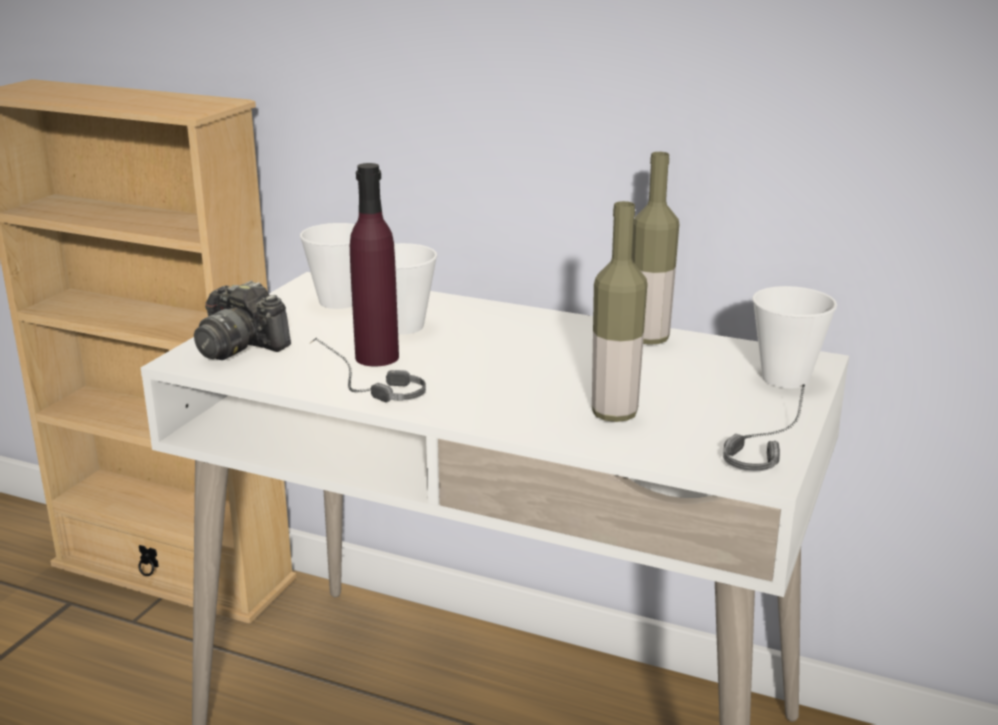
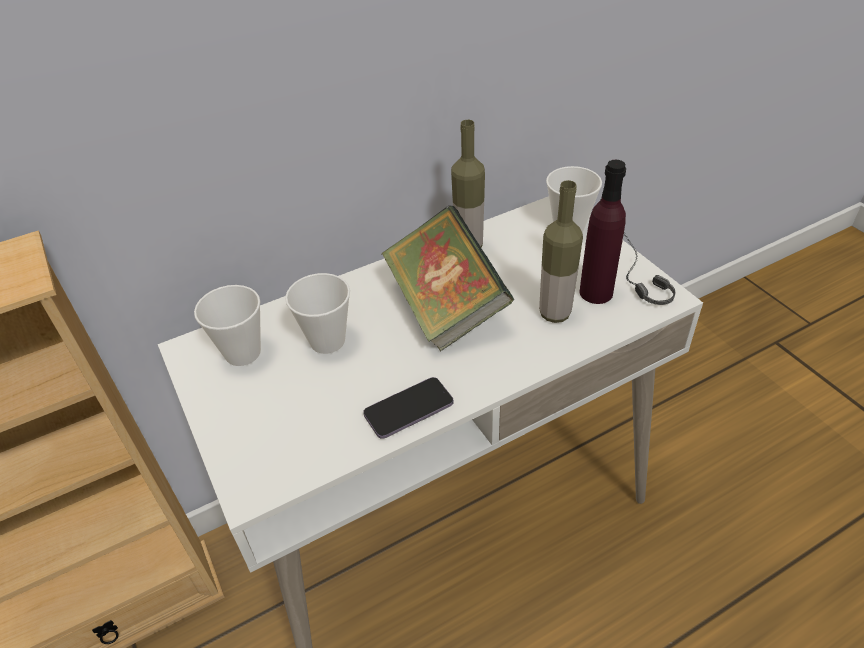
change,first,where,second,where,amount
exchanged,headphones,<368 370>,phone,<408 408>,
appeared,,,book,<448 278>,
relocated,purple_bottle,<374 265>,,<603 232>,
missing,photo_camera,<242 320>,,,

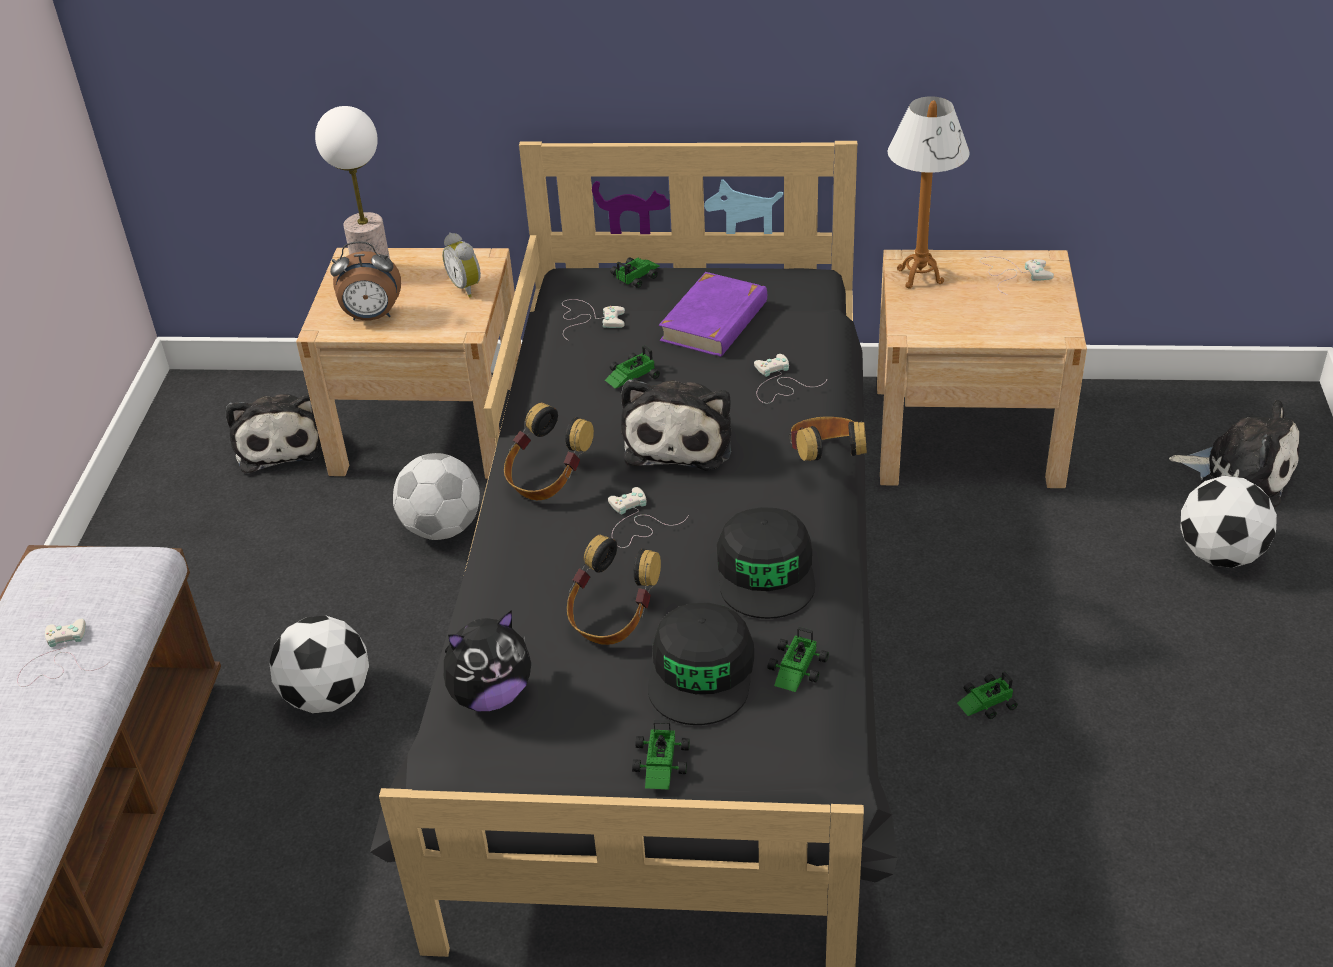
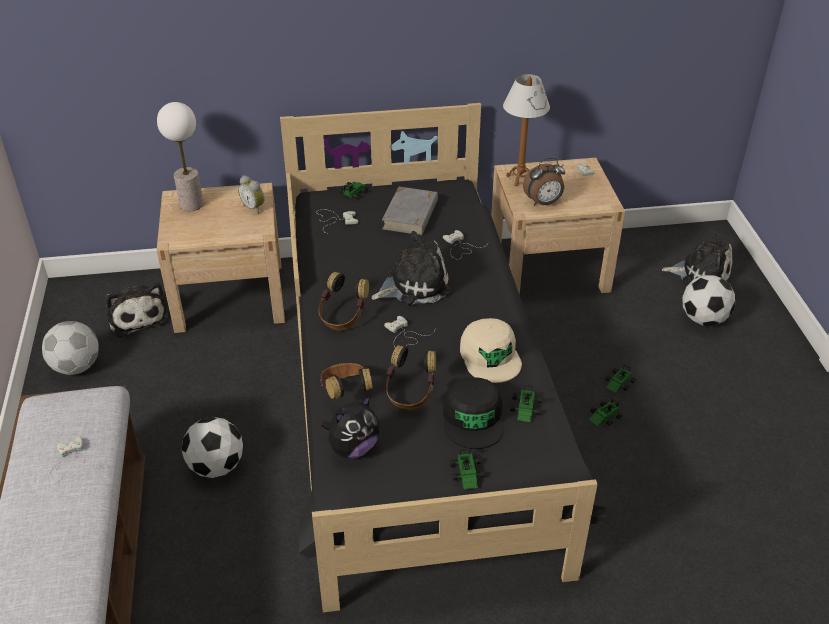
change,first,where,second,where,amount
relocated,football,<436 496>,,<70 348>,
relocated,headphones,<828 439>,,<346 381>,
spun,plush_toy,<676 424>,,<411 268>,105 degrees counterclockwise
colour,purple_book,<713 314>,grey_book,<410 211>,
colour,black_cap,<766 563>,beige_cap,<491 350>,
relocated,alarm_clock,<365 281>,,<544 181>,
relocated,toy_car,<632 367>,,<620 378>,

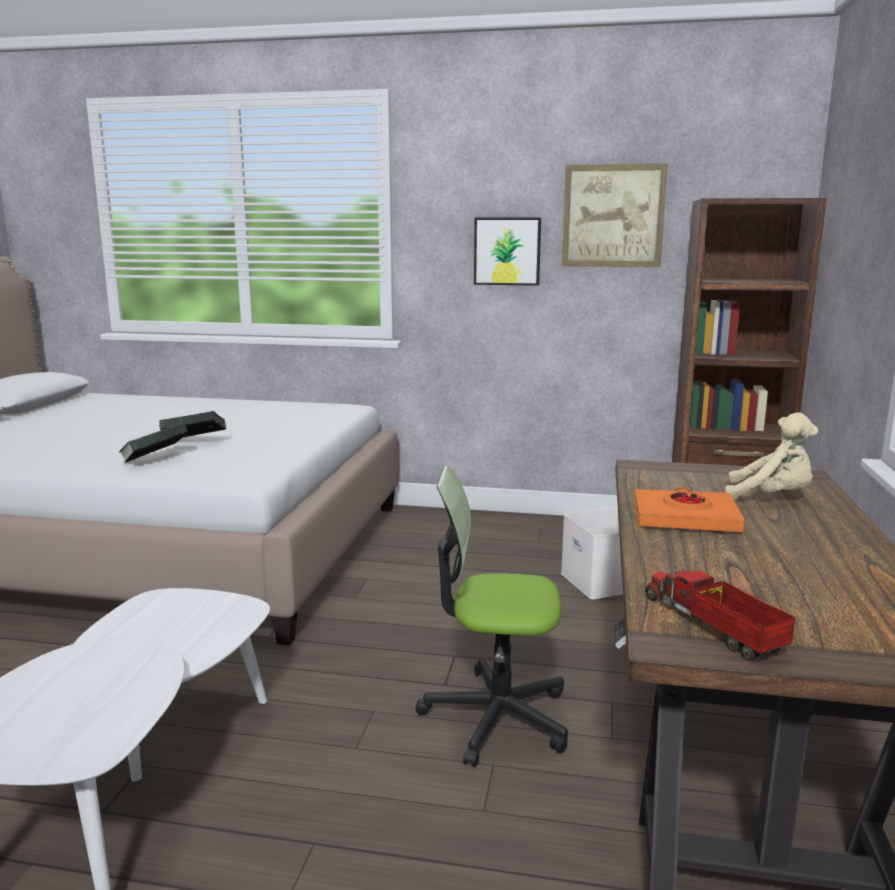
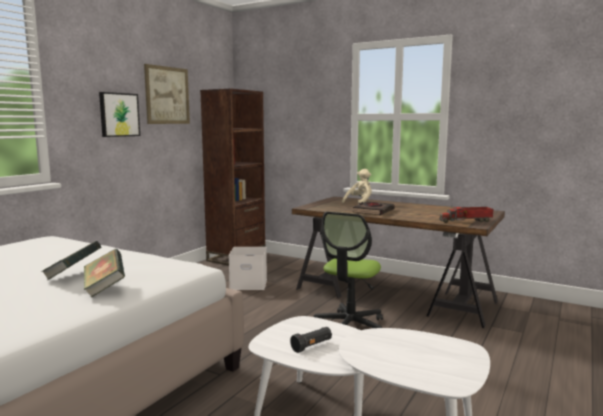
change,first,where,second,where,amount
appeared,,,black_flashlight,<311 340>,
colour,orange_book,<689 509>,black_book,<374 208>,

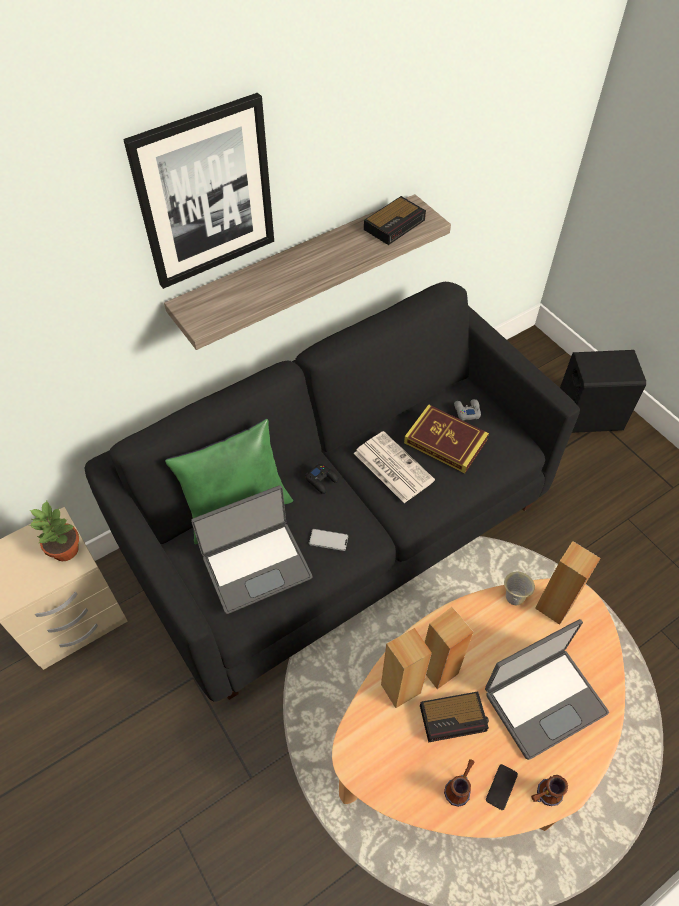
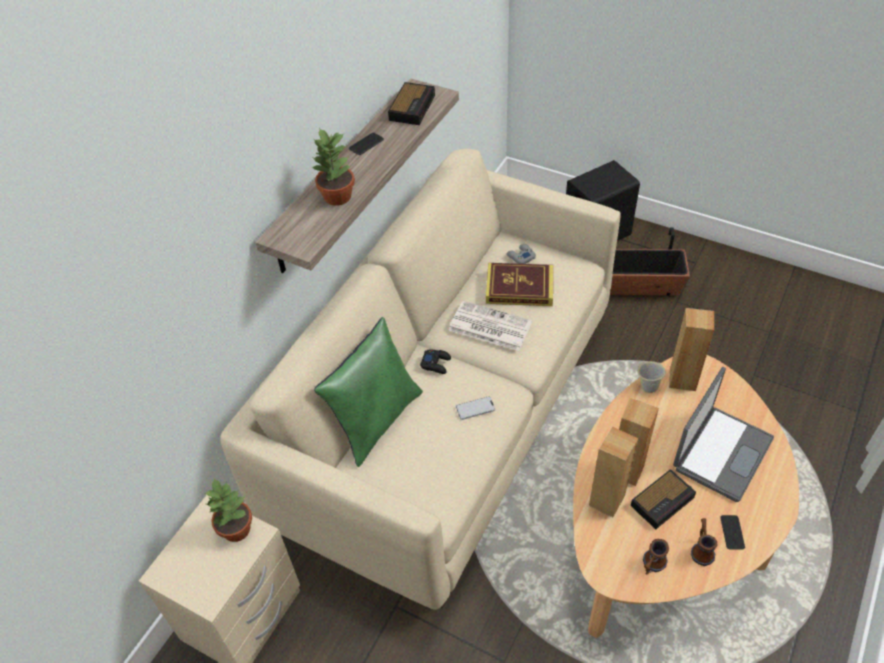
change,first,where,second,where,amount
colour,black_sofa,<332 492>,beige_sofa,<420 379>,
appeared,,,potted_plant,<333 167>,
appeared,,,phone,<366 144>,
appeared,,,planter,<650 262>,
relocated,mug,<549 790>,,<656 556>,
missing,picture,<198 191>,,,
missing,laptop,<251 549>,,,

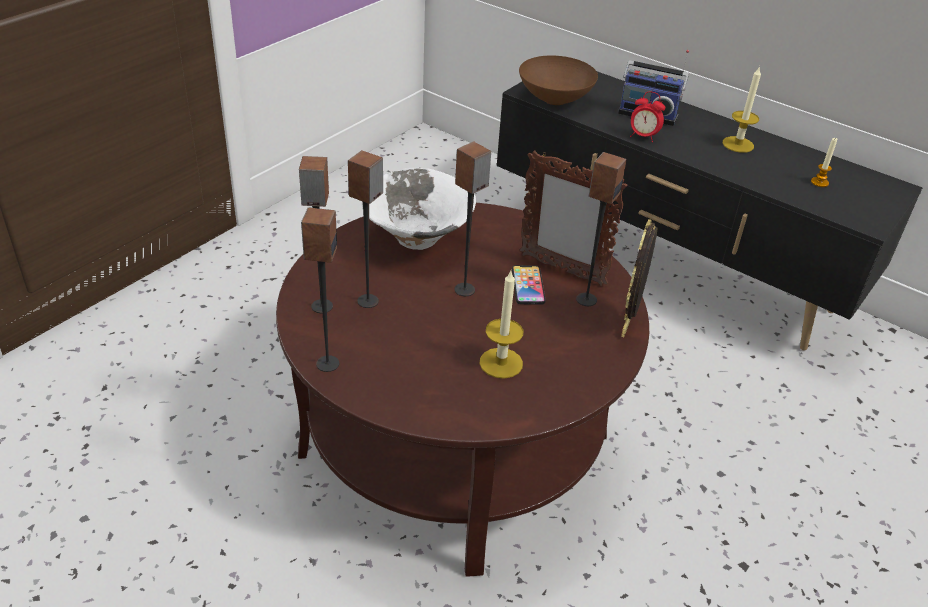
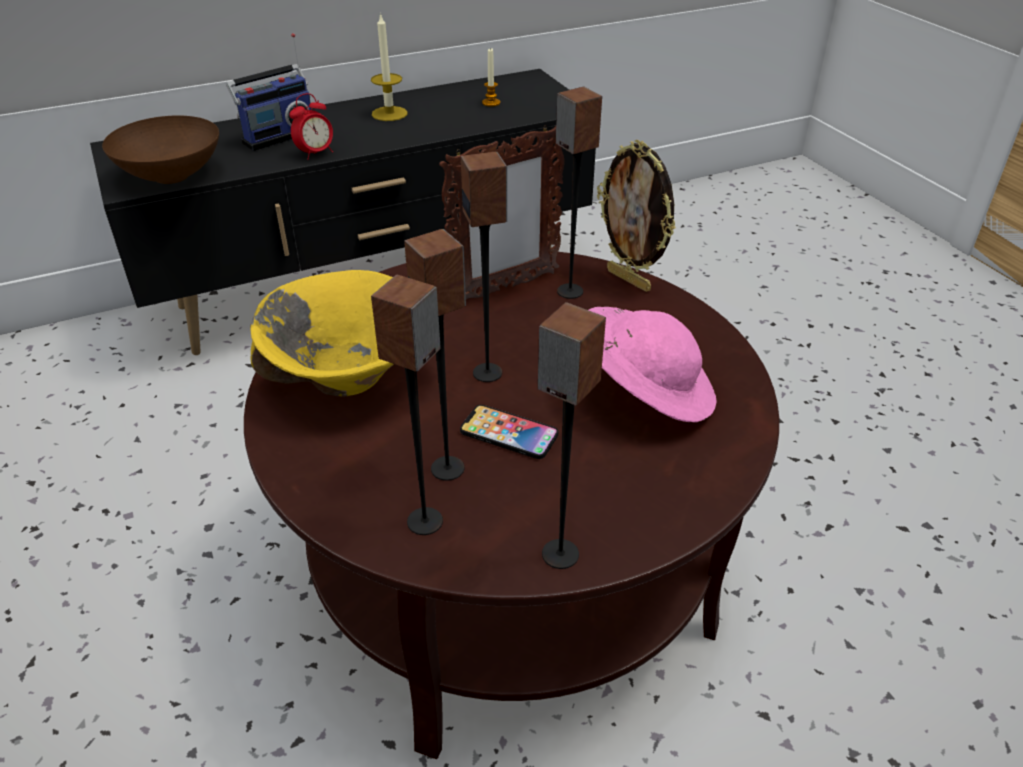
change,first,where,second,where,amount
colour,white_bowl,<419 209>,yellow_bowl,<322 333>,
relocated,phone,<529 285>,,<509 432>,
exchanged,candle,<501 325>,pink_hat,<653 364>,

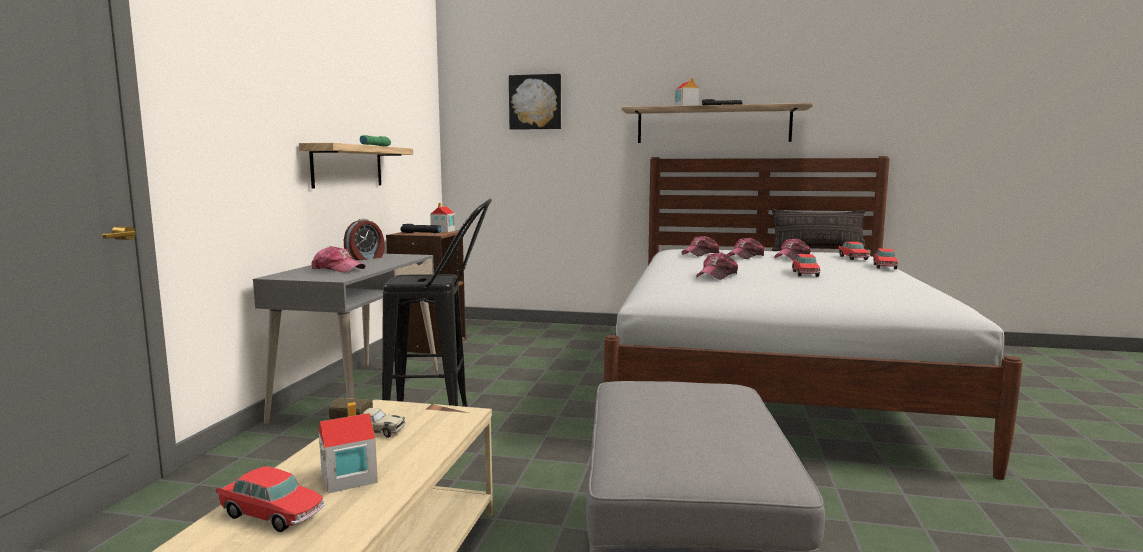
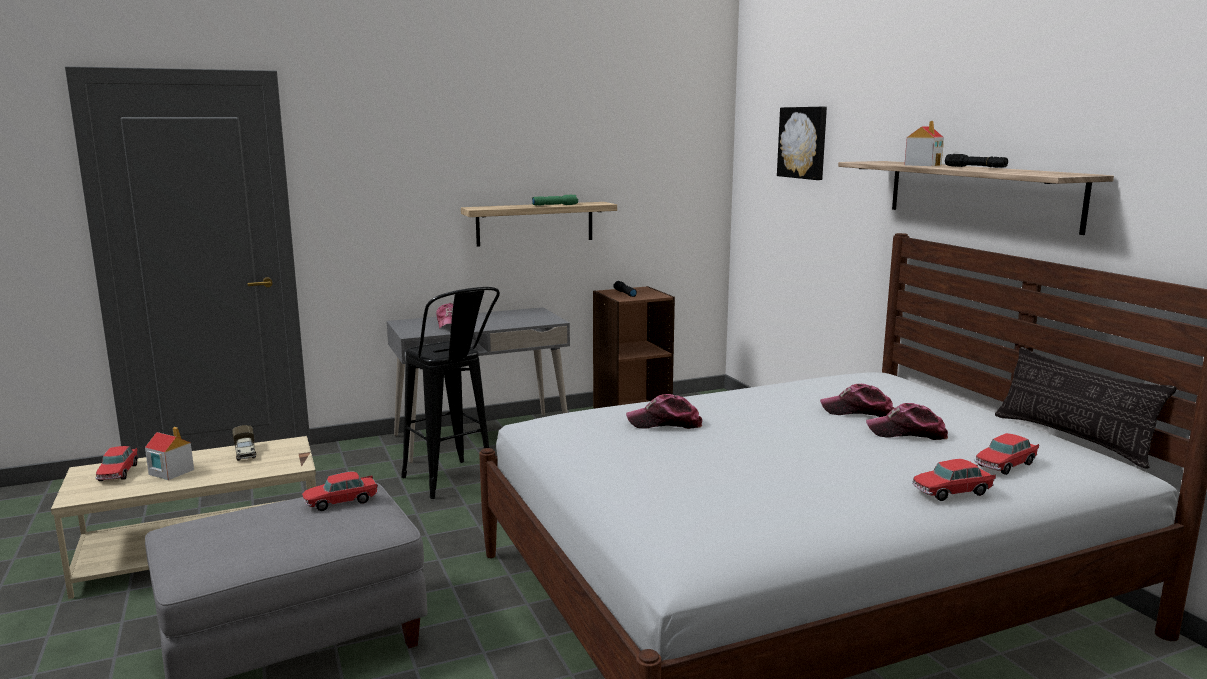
change,first,where,second,where,amount
relocated,toy_car,<806 265>,,<340 491>,
missing,alarm_clock,<364 239>,,,
missing,toy_house,<442 217>,,,
missing,cap,<700 246>,,,

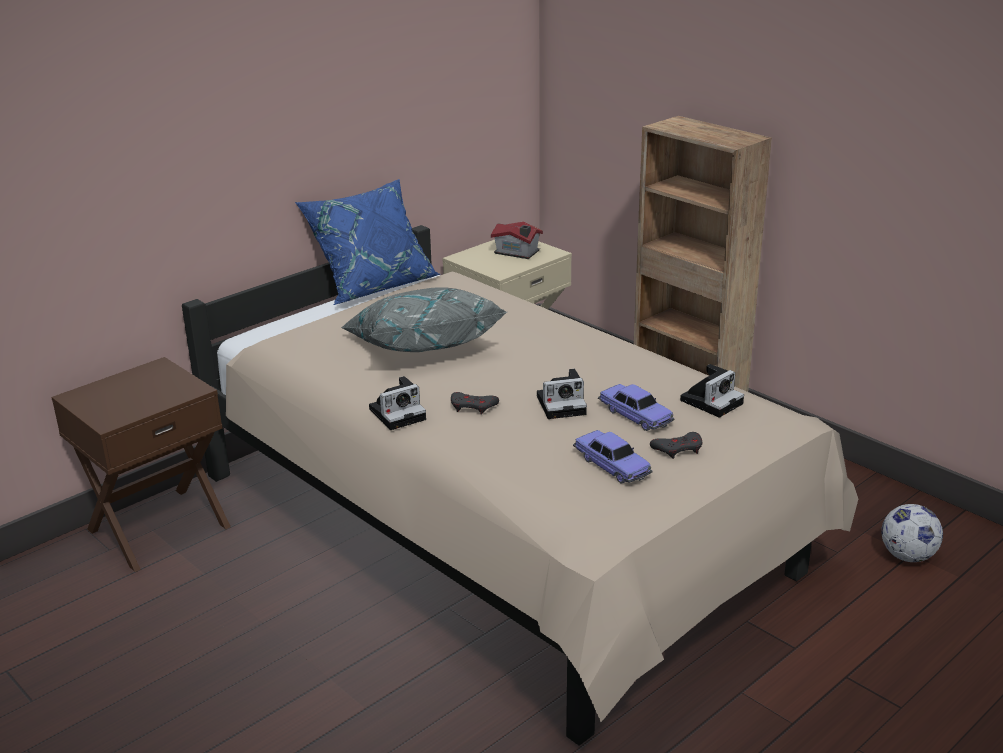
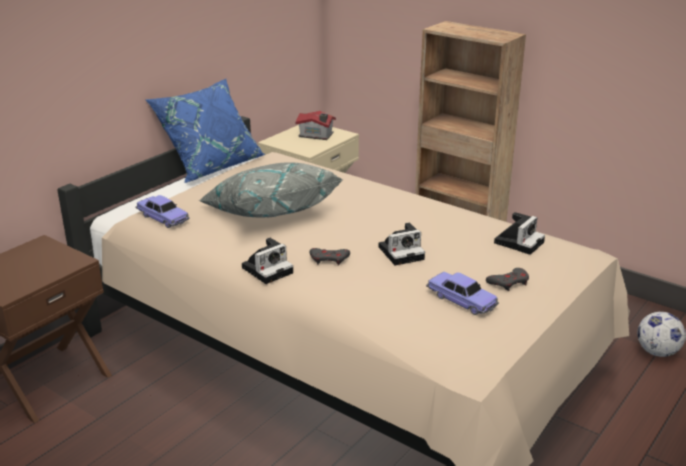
change,first,where,second,where,amount
relocated,toy_car,<636 407>,,<162 211>,

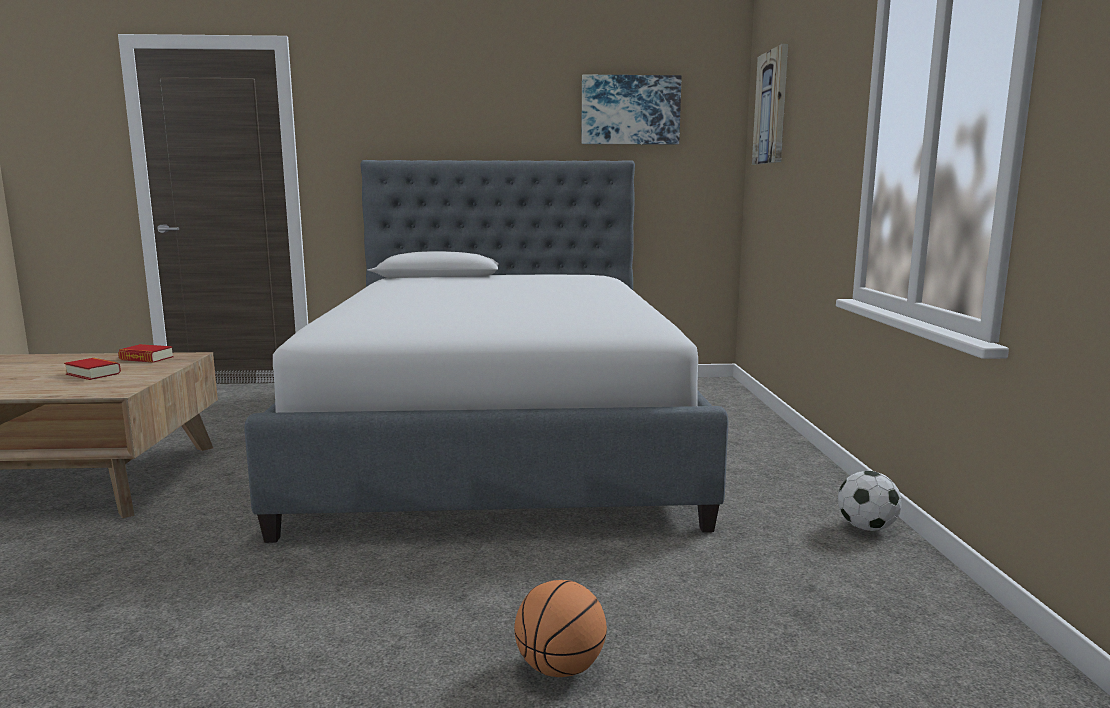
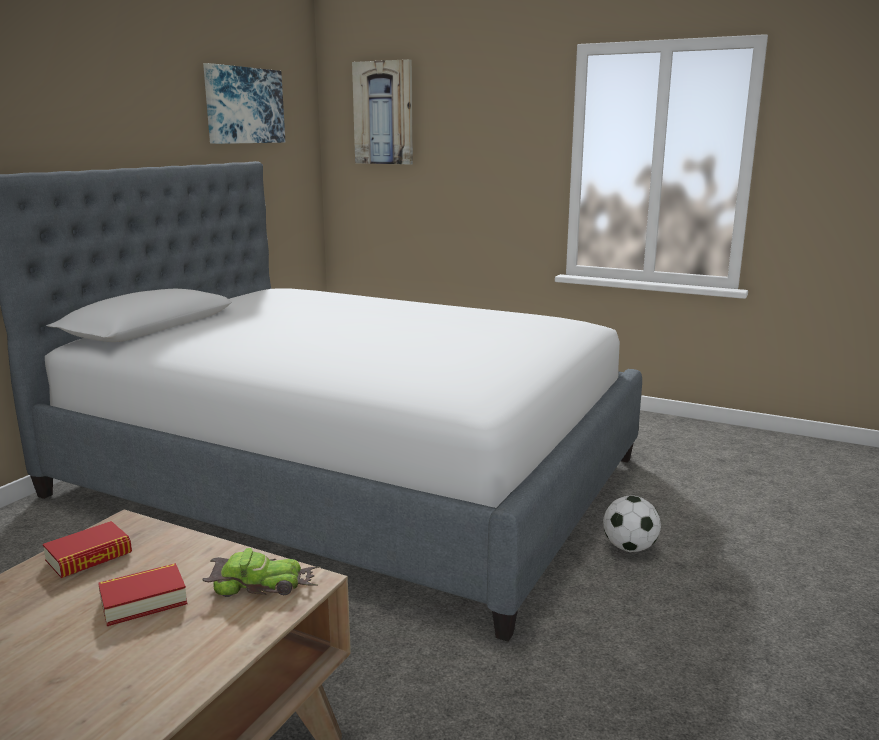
change,first,where,second,where,amount
appeared,,,toy_car,<262 572>,
relocated,football,<870 501>,,<632 523>,
missing,basketball,<560 628>,,,

